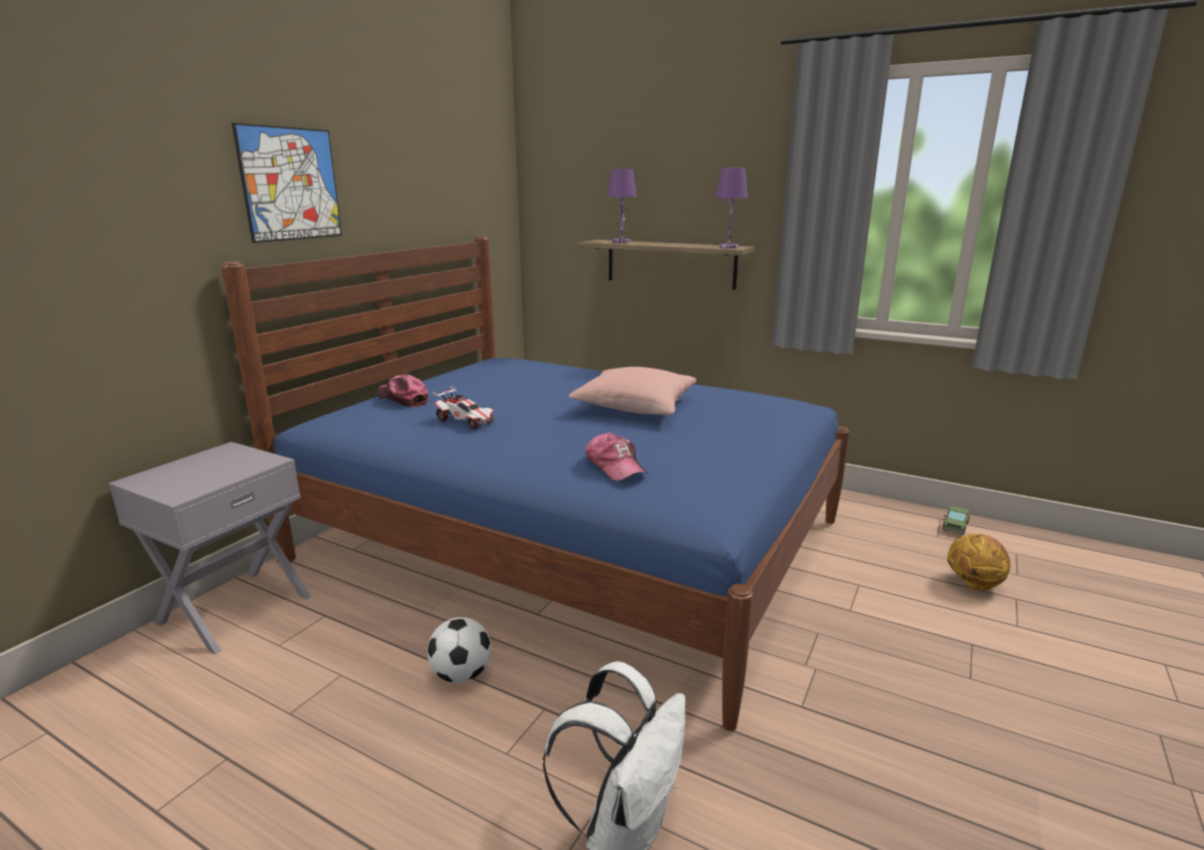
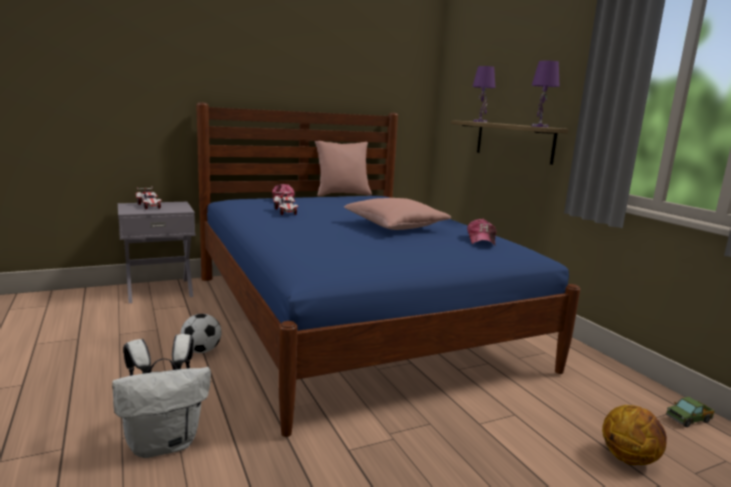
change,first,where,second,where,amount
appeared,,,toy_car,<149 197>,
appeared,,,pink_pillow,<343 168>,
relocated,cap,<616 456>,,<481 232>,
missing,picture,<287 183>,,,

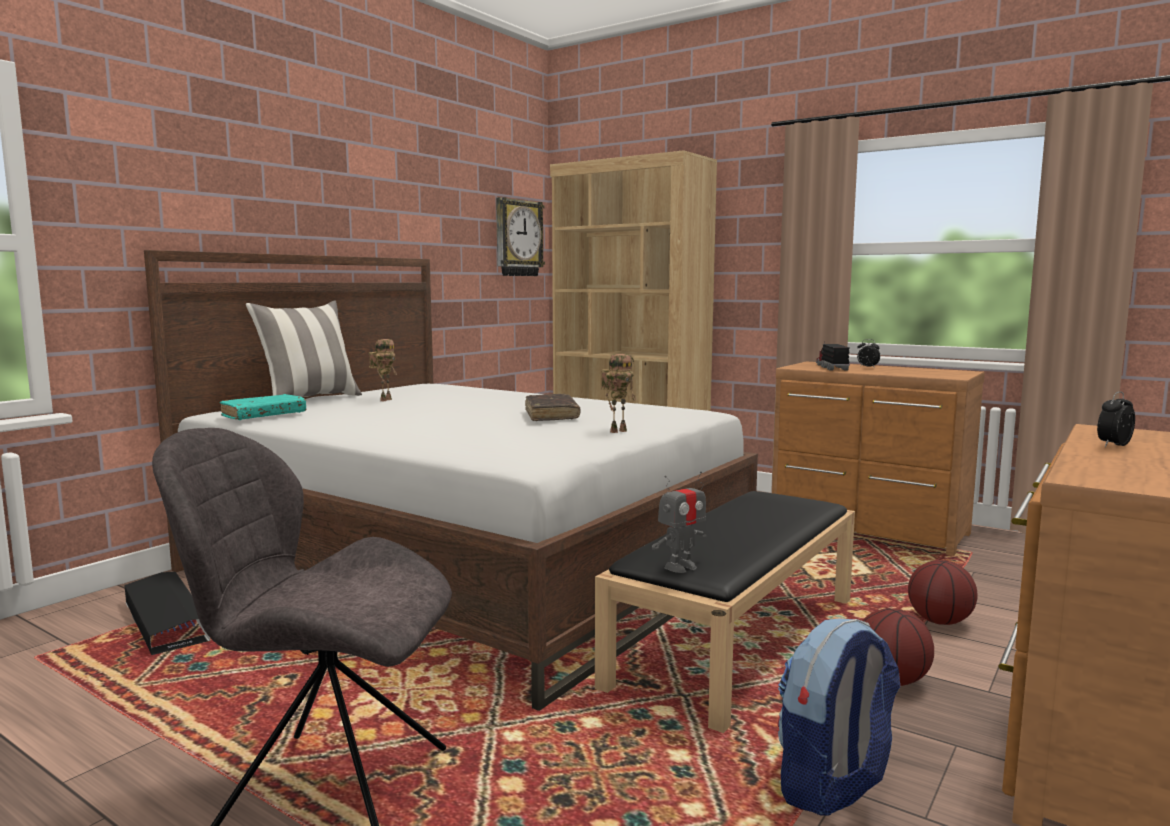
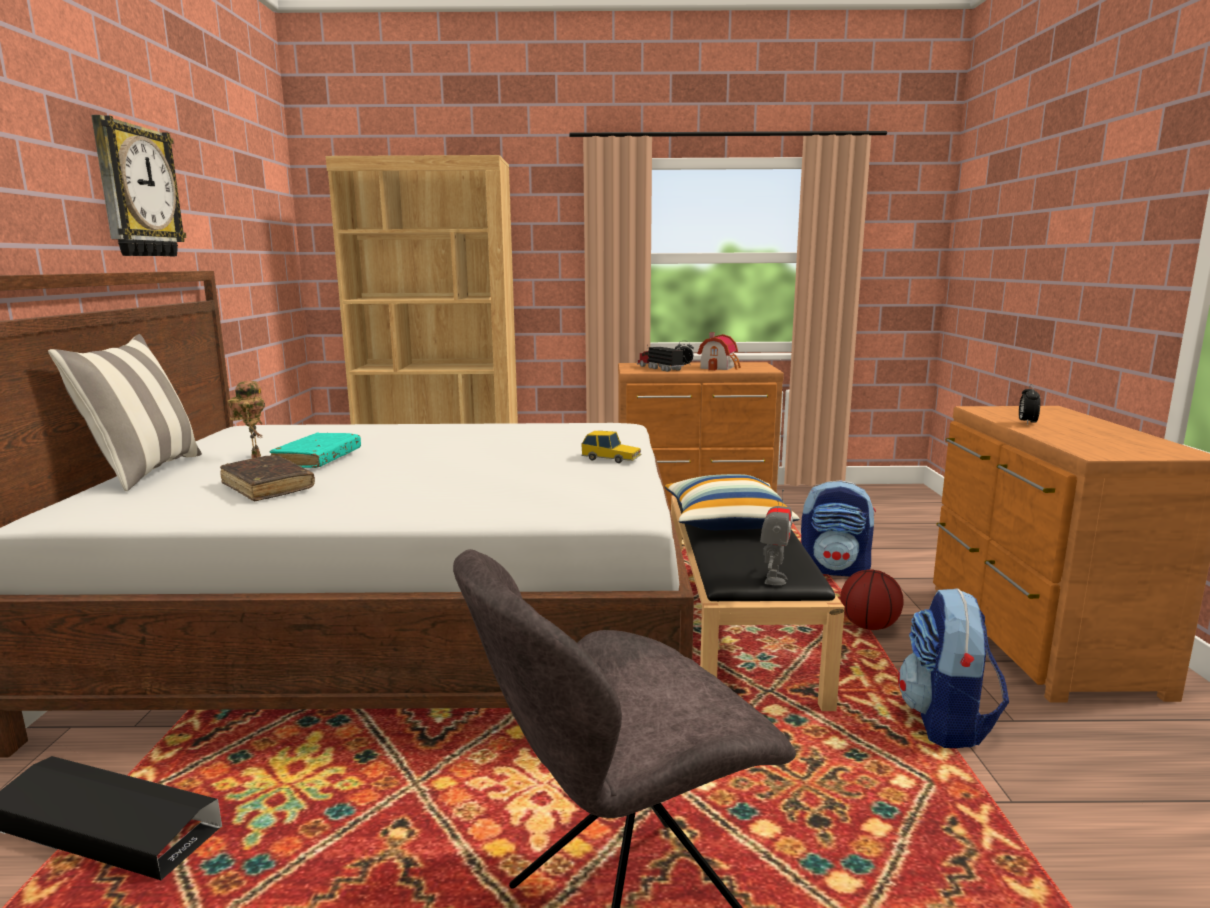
change,first,where,second,where,amount
relocated,wall_clock,<520 236>,,<139 185>,
relocated,brown_book,<552 407>,,<267 478>,
relocated,turquoise_book,<263 407>,,<315 450>,
exchanged,toy_robot,<618 393>,toy_car,<611 447>,
appeared,,,pillow,<732 502>,
appeared,,,toy_house,<719 351>,
exchanged,basketball,<943 592>,backpack,<838 528>,

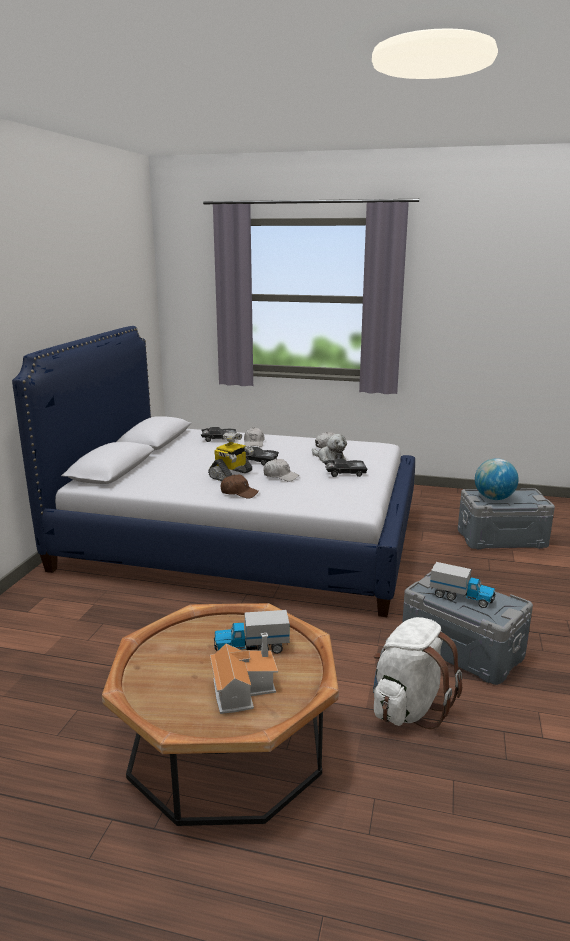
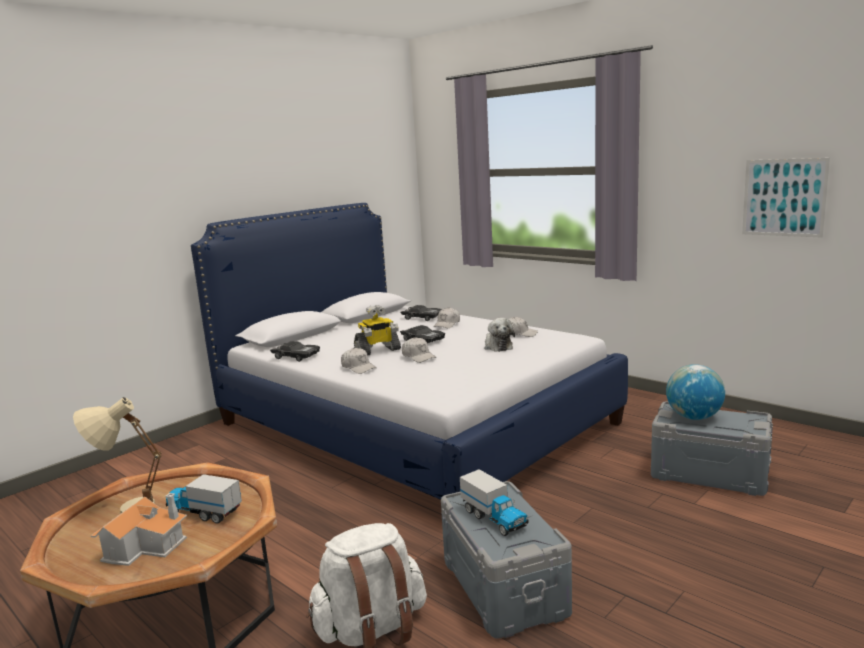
change,first,where,second,where,amount
appeared,,,beige_table_lamp,<117 455>,
relocated,black_toy_car,<345 468>,,<295 351>,
colour,brown_cap,<239 487>,white_cap,<359 361>,
appeared,,,picture,<786 198>,

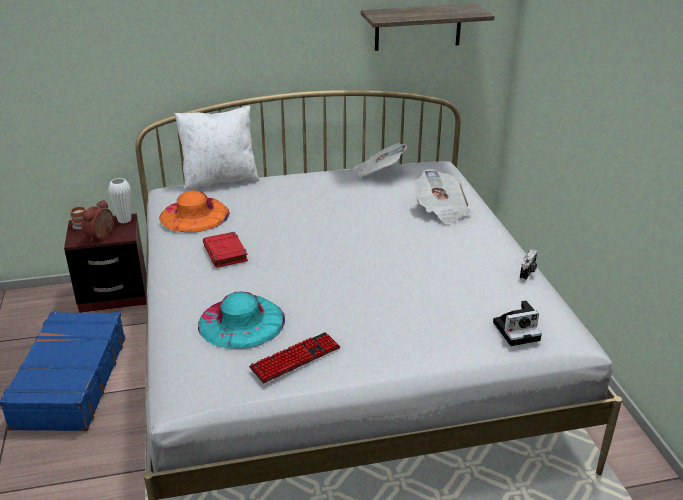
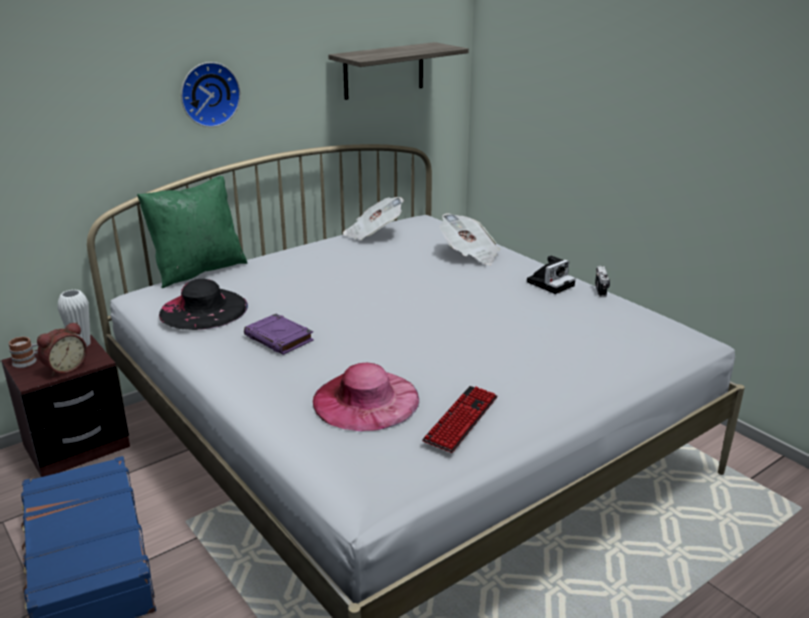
change,first,where,second,where,amount
spun,alarm_clock,<98 221>,,<62 349>,135 degrees counterclockwise
colour,white_pillow,<217 148>,green_pillow,<192 232>,
colour,orange_hat,<194 211>,black_hat,<203 304>,
appeared,,,wall_clock,<211 94>,
colour,red_book,<225 250>,purple_book,<279 334>,
colour,turquoise_hat,<241 320>,pink_hat,<366 397>,
relocated,photo_camera,<517 323>,,<551 275>,

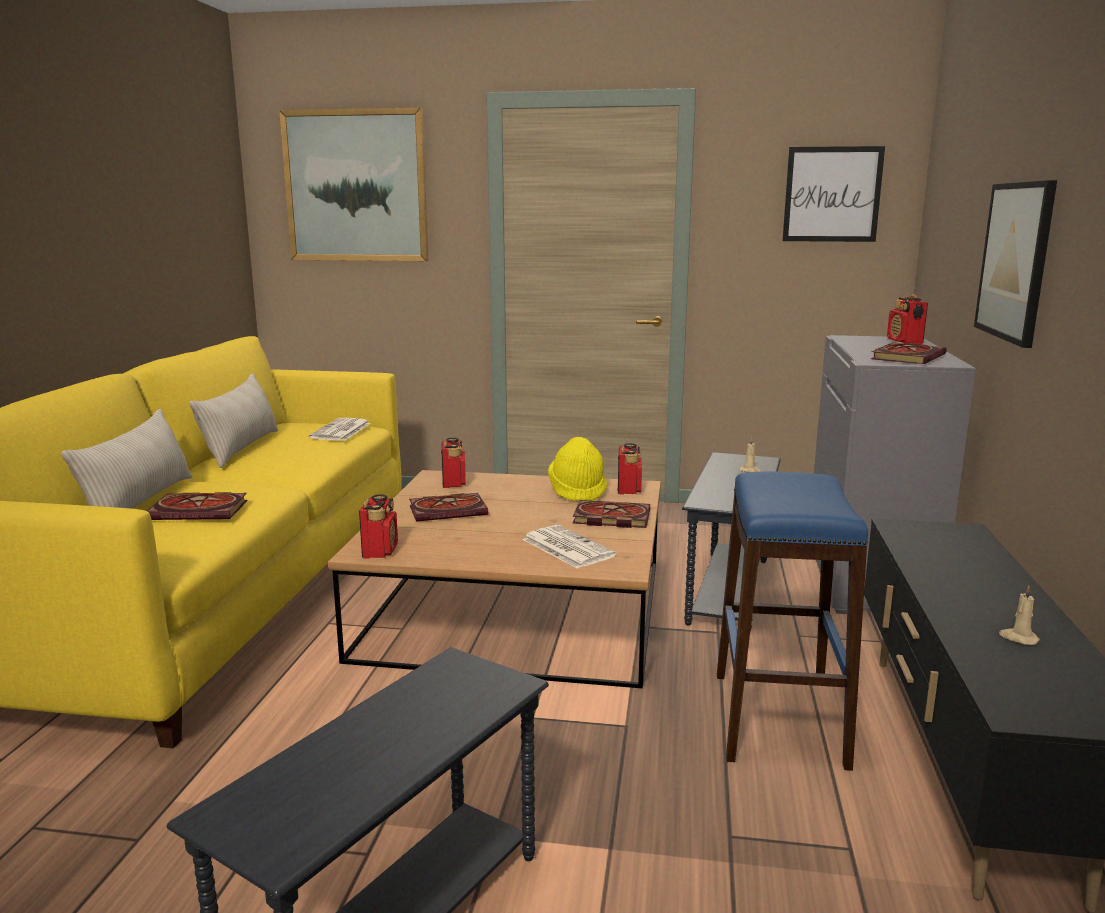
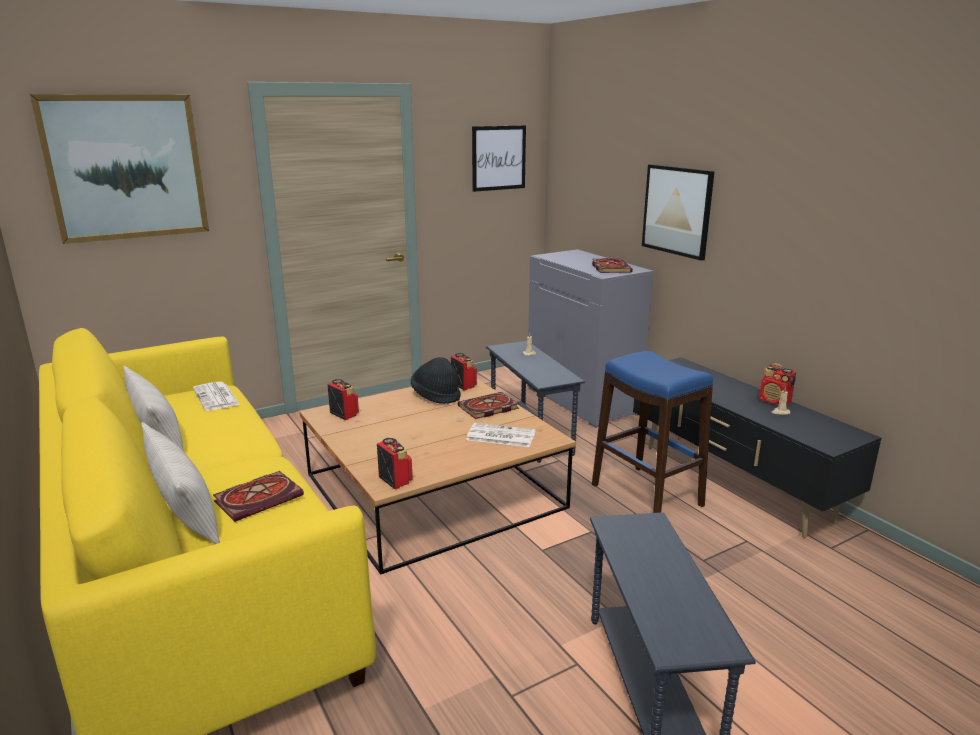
change,first,where,second,where,amount
colour,yellow_hat,<577 469>,black_hat,<436 380>,
relocated,radio,<907 319>,,<777 384>,
missing,book,<448 507>,,,

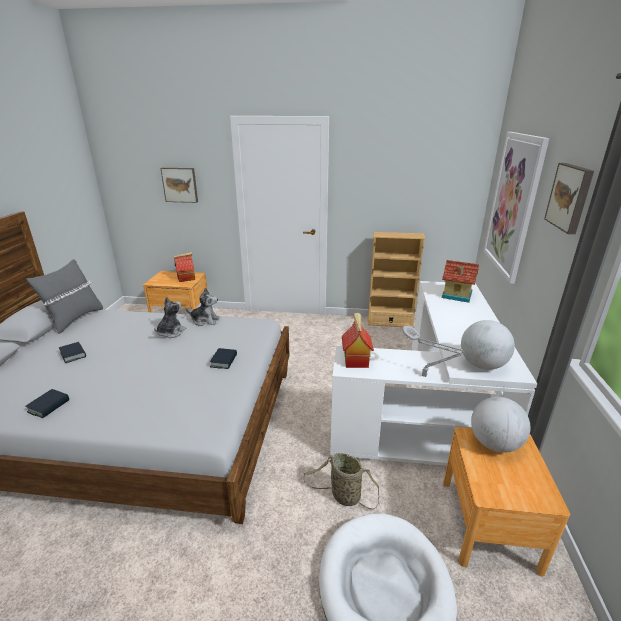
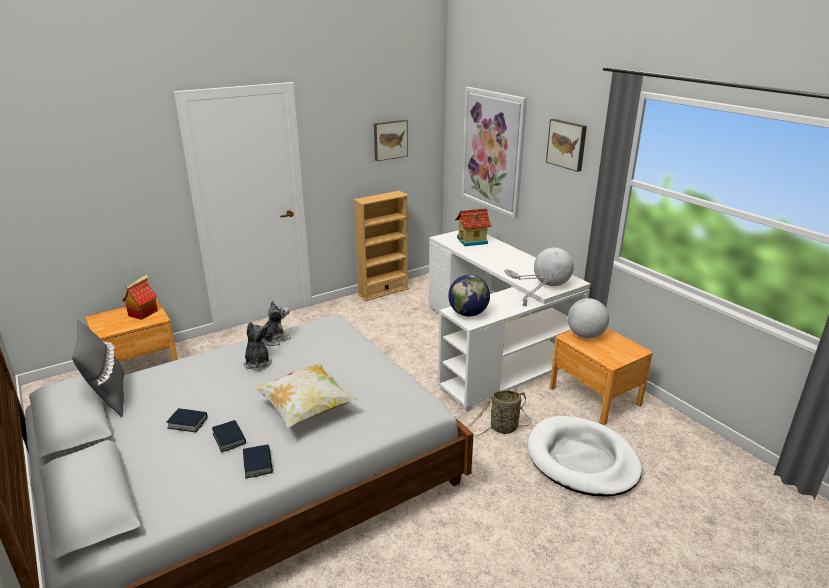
change,first,where,second,where,amount
relocated,book,<223 358>,,<229 436>,
appeared,,,pillow,<305 396>,
relocated,picture,<179 185>,,<391 140>,
exchanged,toy_house,<358 340>,globe,<469 296>,

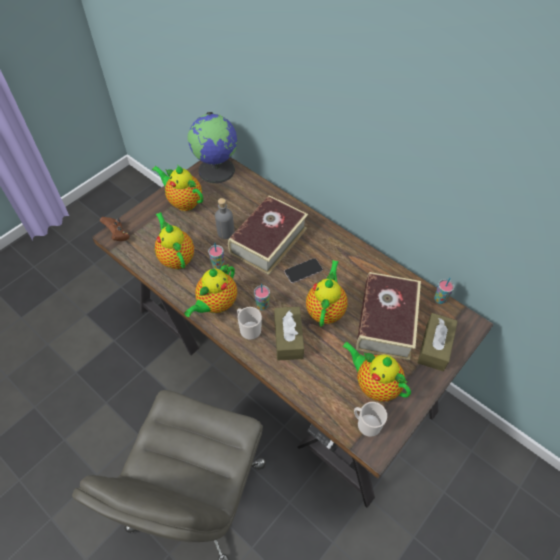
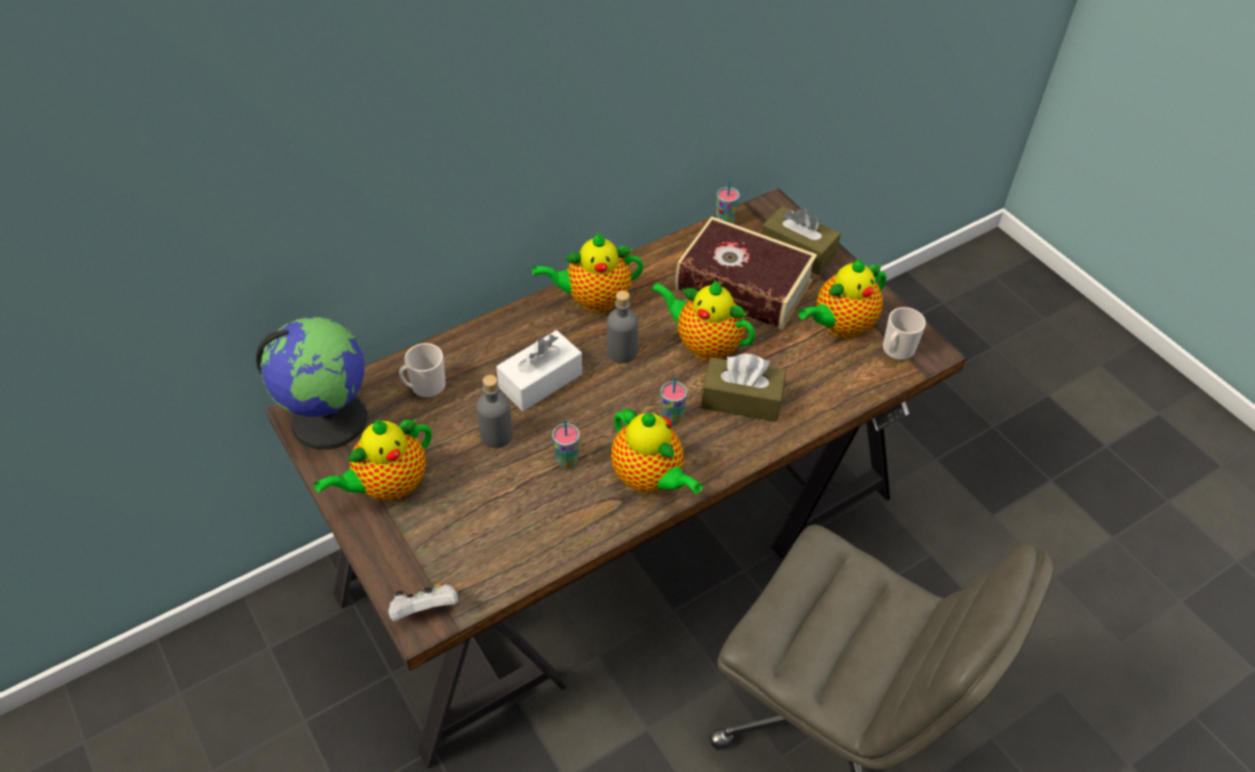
change,first,where,second,where,amount
colour,brown_game_controller,<115 229>,white_game_controller,<423 602>,
relocated,mug,<249 323>,,<422 370>,
exchanged,book,<268 235>,white_tissue_box,<539 370>,
relocated,teapot,<174 240>,,<587 272>,
exchanged,phone,<303 270>,grey_bottle,<622 326>,

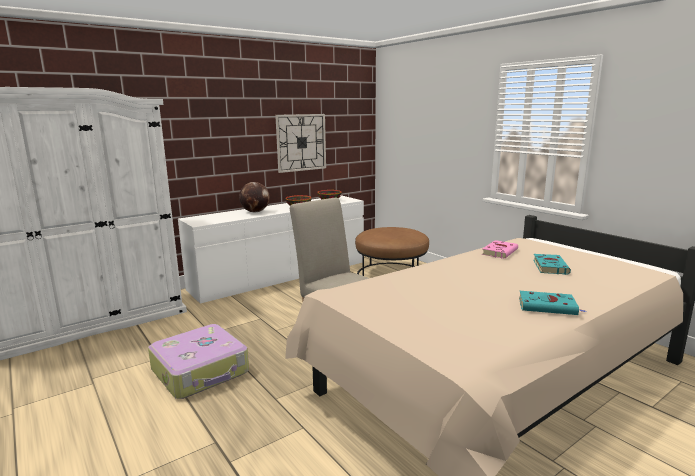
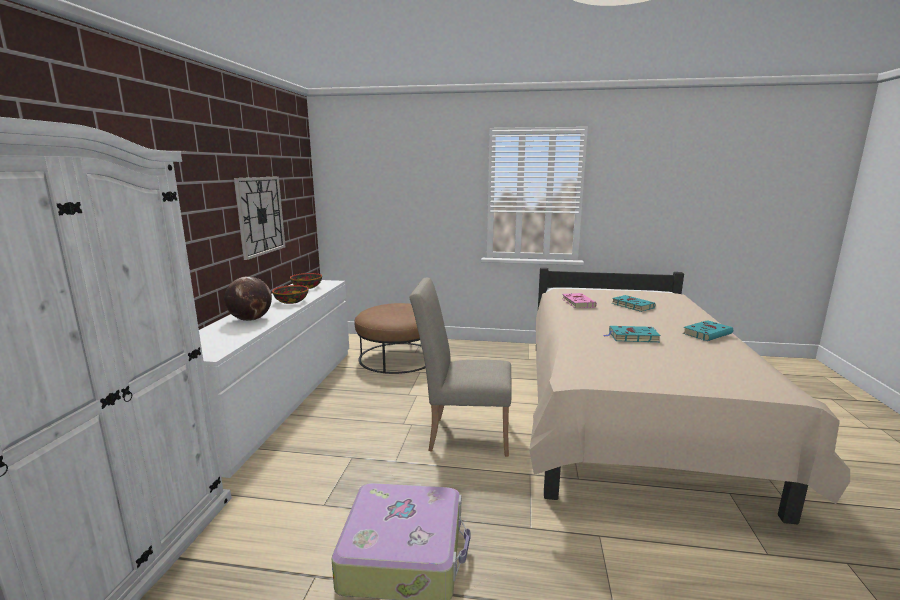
change,first,where,second,where,amount
appeared,,,turquoise_book,<632 334>,

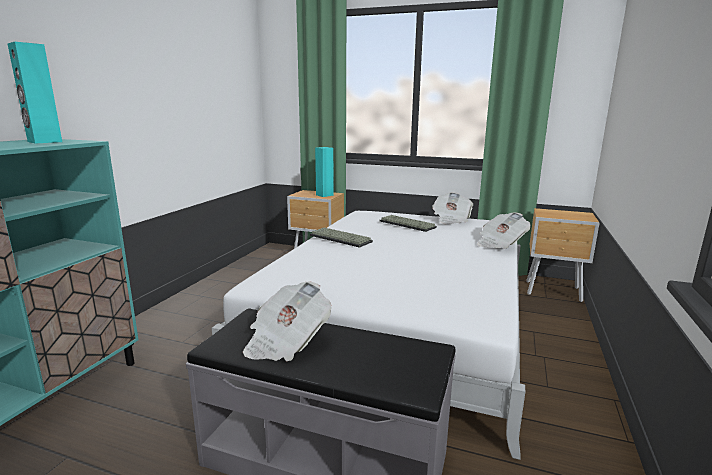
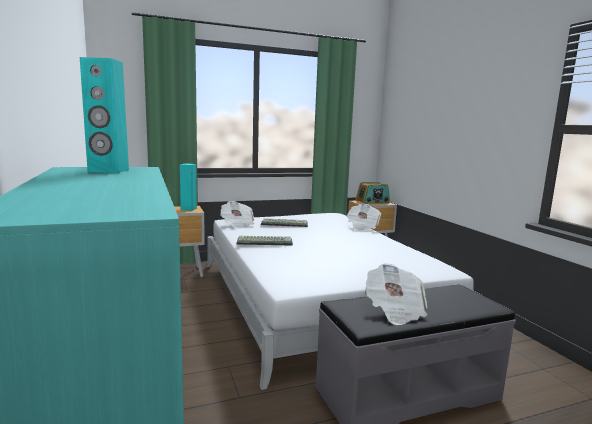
change,first,where,second,where,amount
relocated,newspaper,<453 208>,,<237 215>,
appeared,,,radio,<372 193>,

